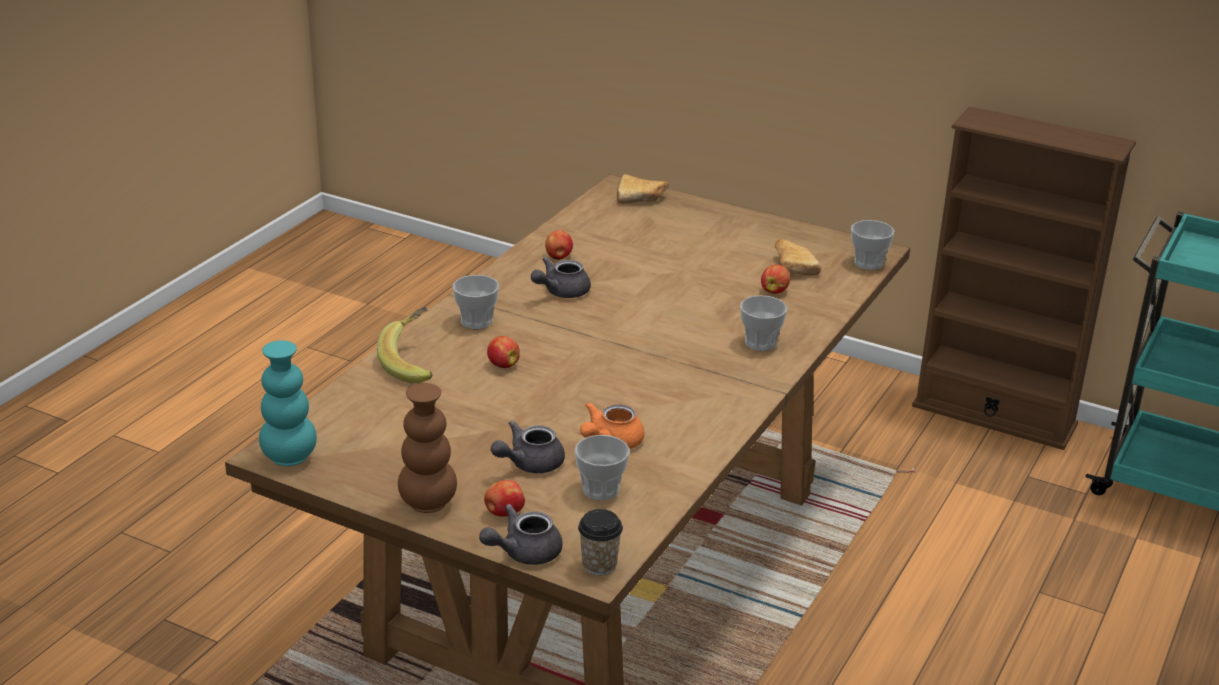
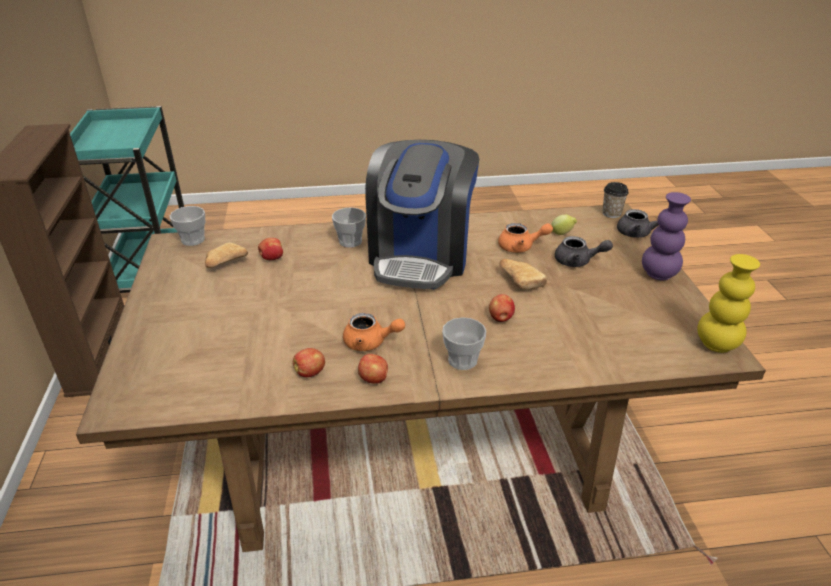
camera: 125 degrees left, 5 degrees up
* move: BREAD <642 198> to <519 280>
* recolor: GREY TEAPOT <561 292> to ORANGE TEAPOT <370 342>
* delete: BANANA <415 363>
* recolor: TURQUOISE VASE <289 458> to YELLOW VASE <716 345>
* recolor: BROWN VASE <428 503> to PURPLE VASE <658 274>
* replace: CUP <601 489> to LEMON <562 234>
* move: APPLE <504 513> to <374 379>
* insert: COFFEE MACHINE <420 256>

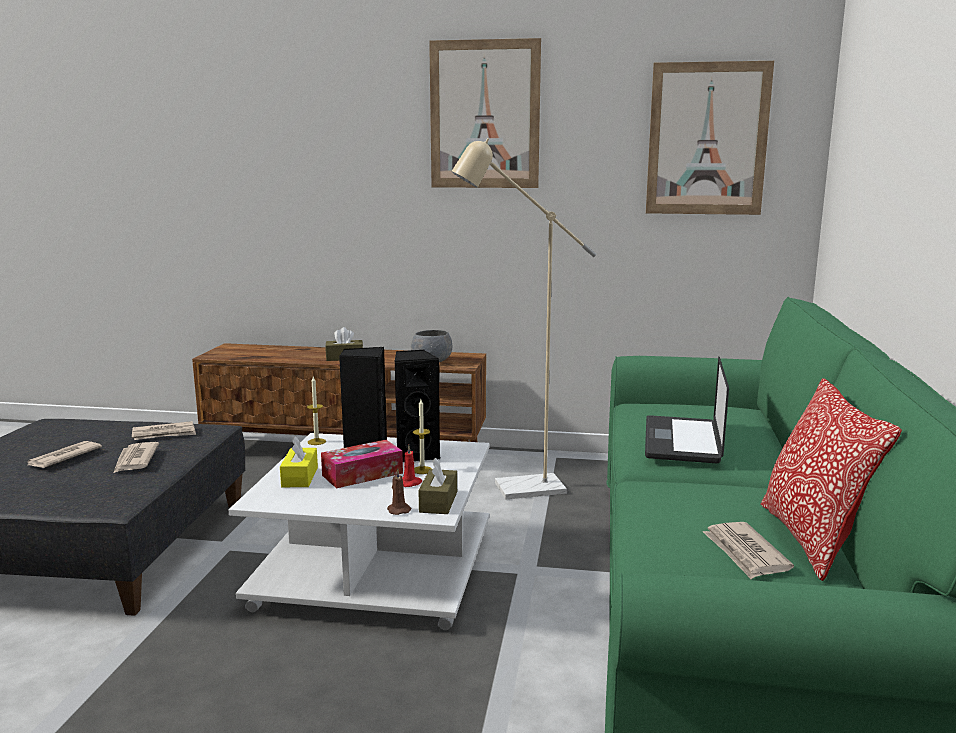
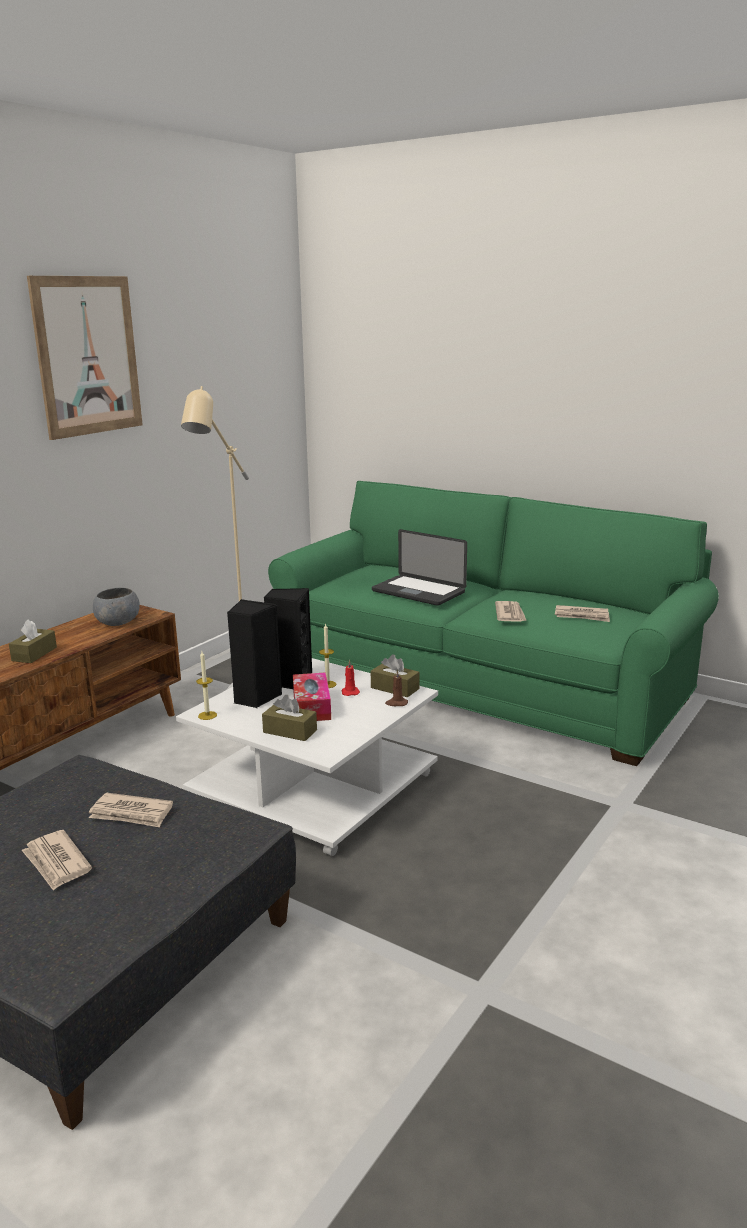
camera: 65 degrees left, 5 degrees up
* delete: PICTURE <707 139>
* delete: PILLOW <812 540>
* move: NEWSPAPER <164 434> to <510 614>
* recolor: YELLOW TISSUE BOX <300 477> to BROWN TISSUE BOX <290 731>

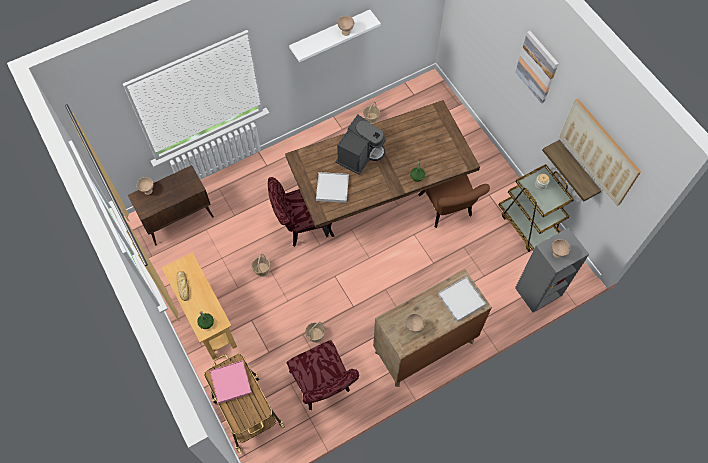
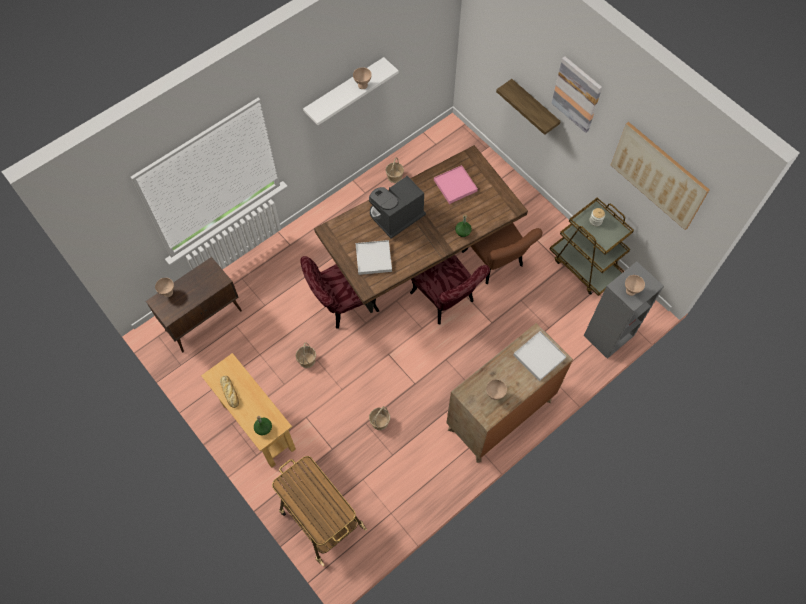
camera: 10 degrees left, 0 degrees up
* rotate: COFFEE MACHINE <360 155> = <396 217> 150 degrees counterclockwise
* move: SHELF <577 170> to <534 107>
* move: RED CHAIR <323 386> to <446 301>
* move: PINK TRAY <231 382> to <455 185>

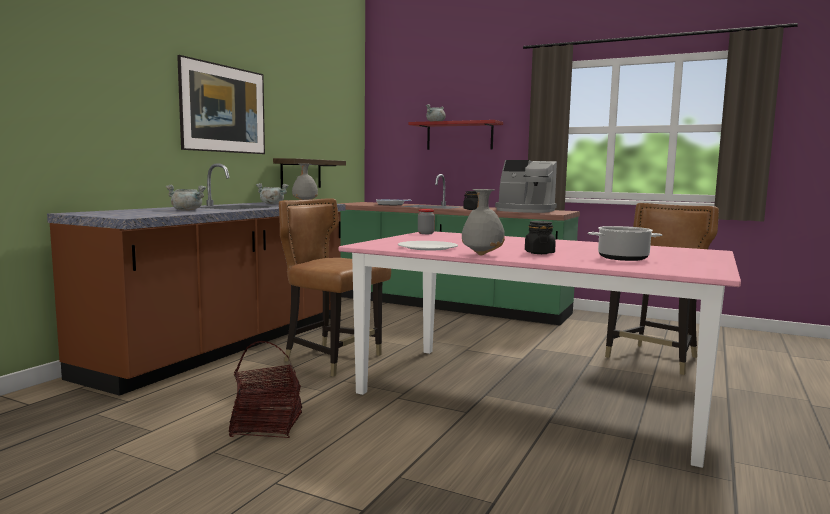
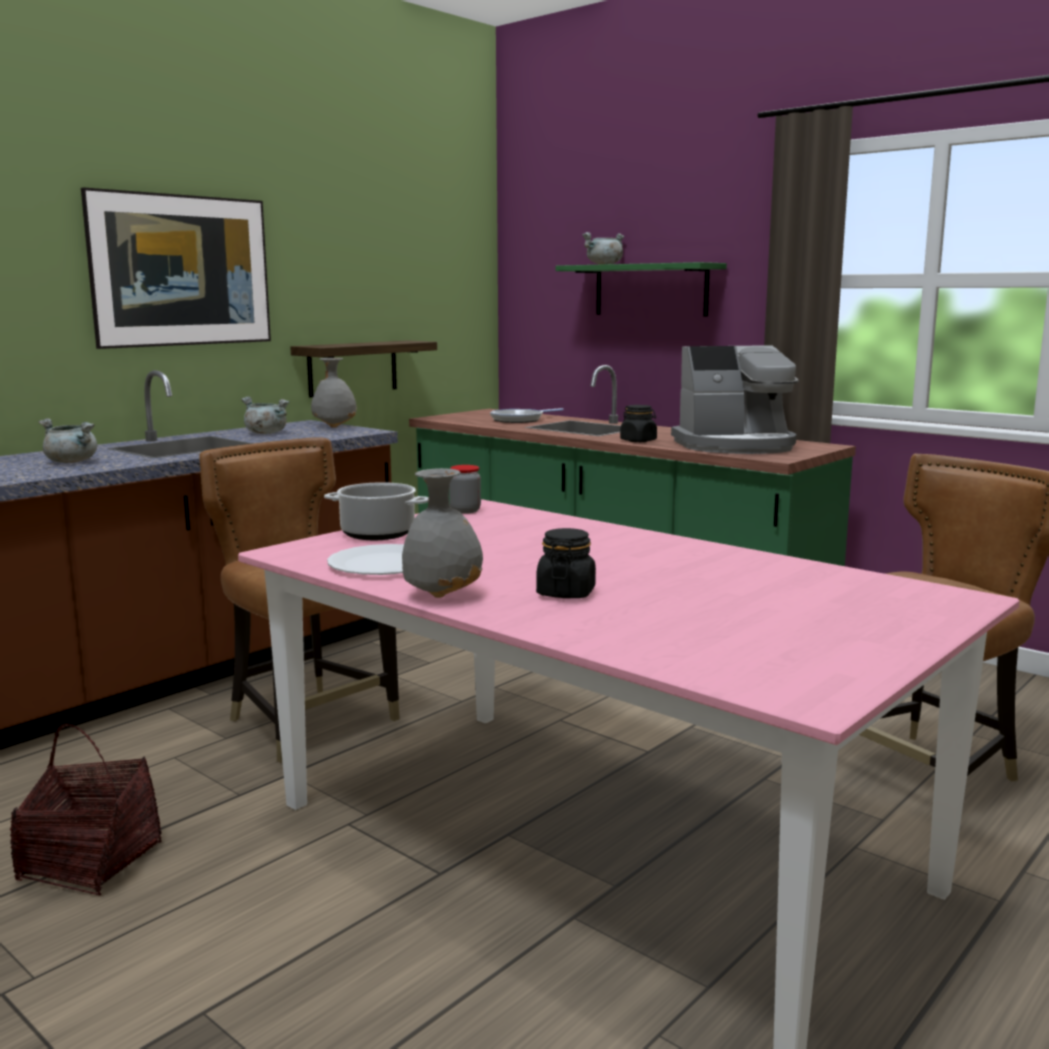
camera: 15 degrees right, 5 degrees up
* recolor: RED SHELF <459 136> to GREEN SHELF <650 290>
* rotate: COFFEE MACHINE <525 211> = <735 446> 45 degrees counterclockwise
* move: COOKING POT <623 258> to <379 534>

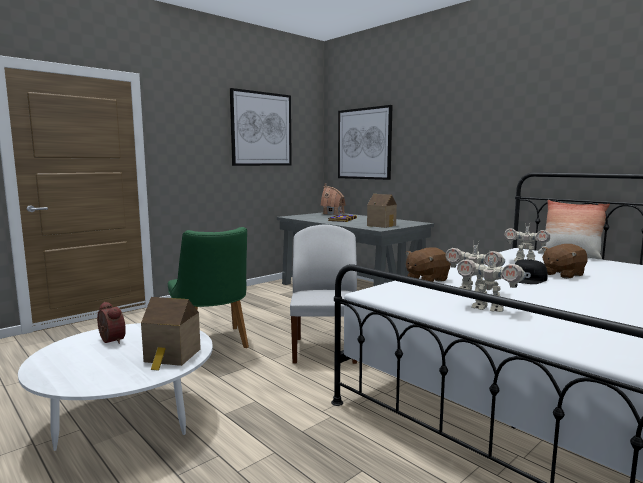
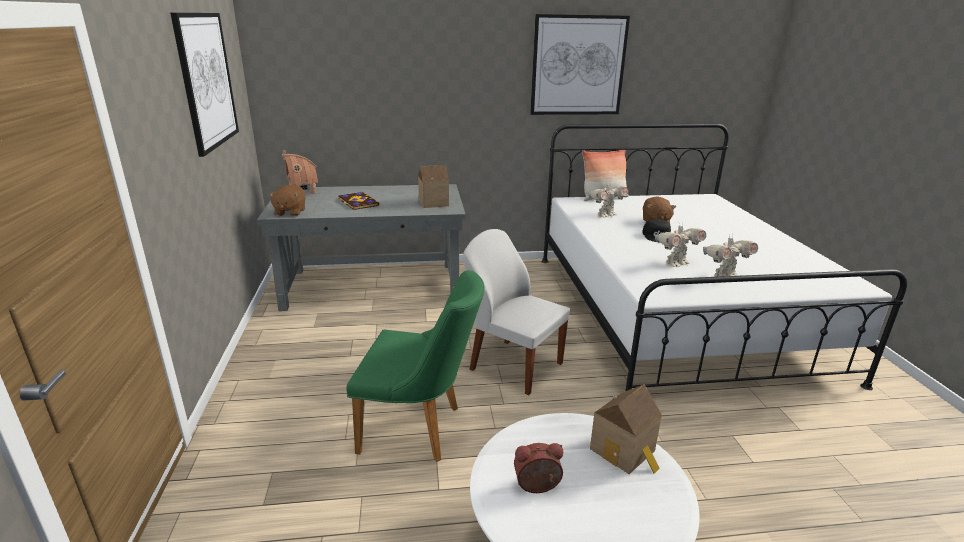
camera: 55 degrees left, 15 degrees up
* move: PICTURE <364 143> to <578 66>
* move: BROWN PLUSH TOY <426 280> to <290 212>

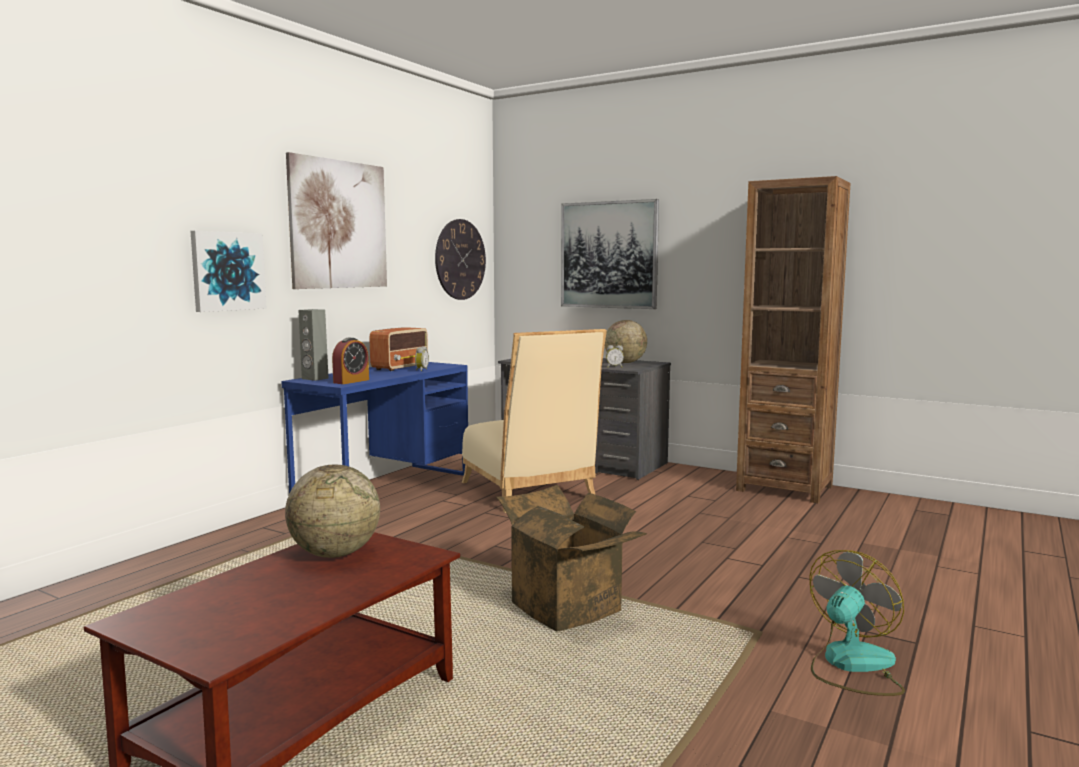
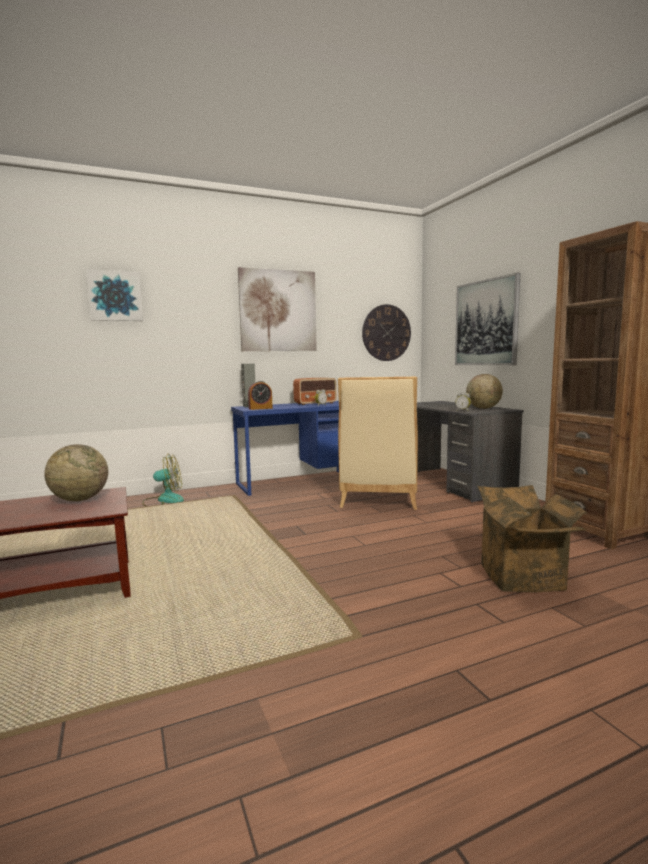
camera: 35 degrees right, 0 degrees up
* move: PICTURE <228 271> to <115 296>
* move: CARDBOARD BOX <571 606> to <526 577>
* move: FAN <851 665> to <164 500>

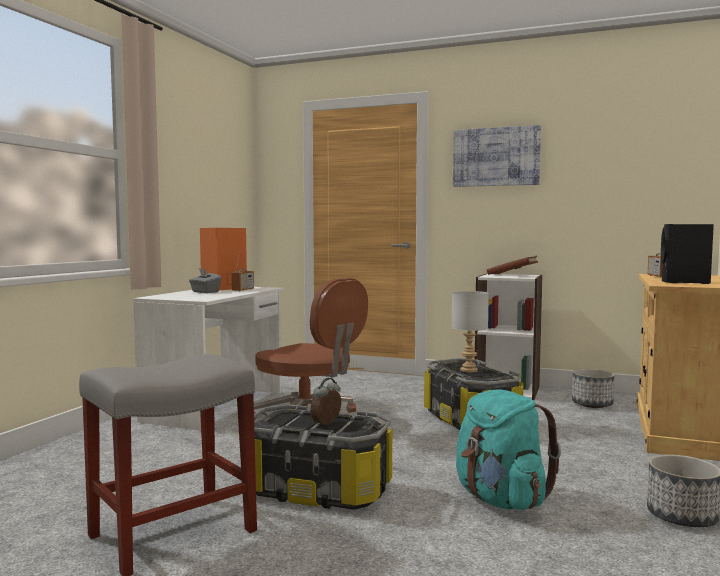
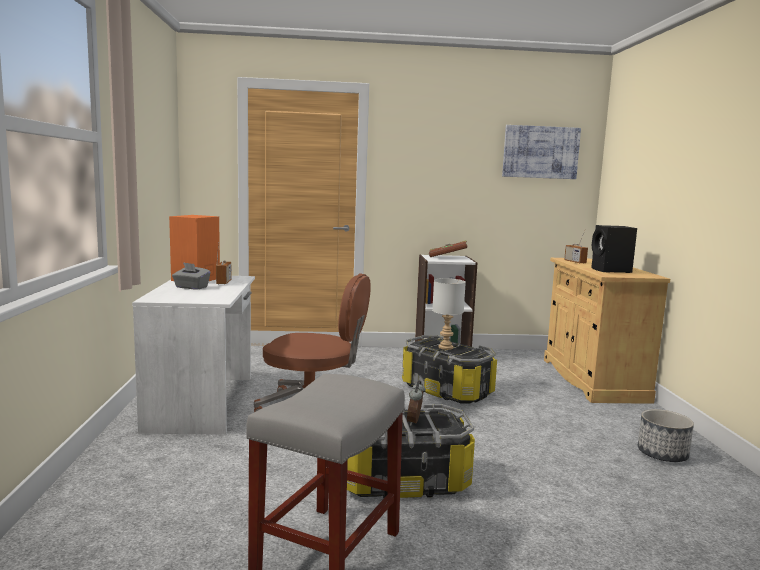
camera: 25 degrees left, 5 degrees up
* move: PICTURE <496 157> to <540 152>
* delete: PLANTER <592 404>
* delete: TURQUOISE BACKPACK <501 500>

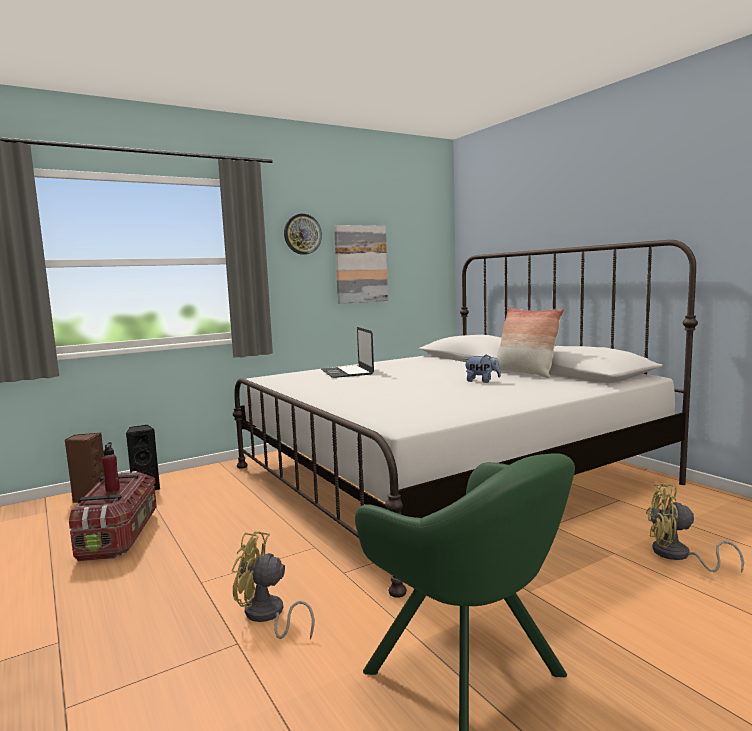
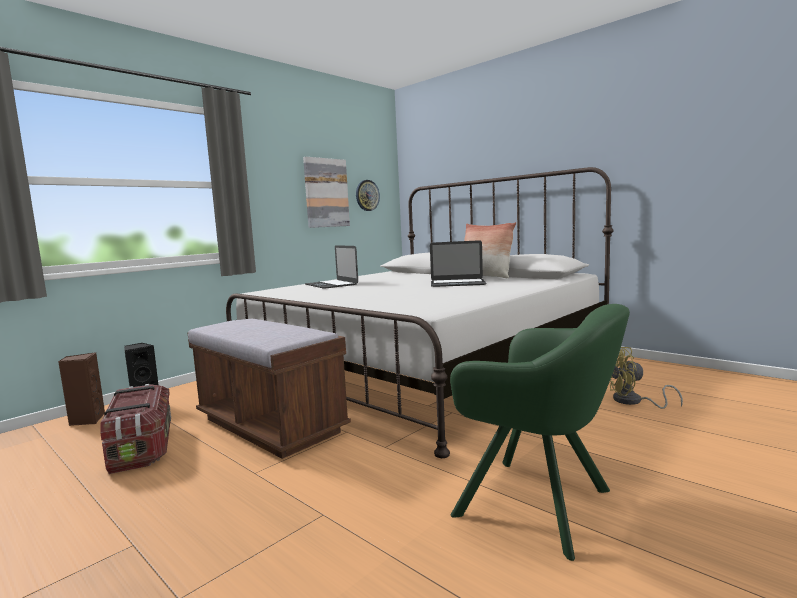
camera: 15 degrees left, 0 degrees up
* move: WALL CLOCK <302 234> to <367 195>
* replace: PLUSH TOY <482 381> to LAPTOP <457 283>
* delete: RED BOTTLE <113 489>
* delete: YELLOW FAN <267 616>
* insert: BROWN BENCH <270 425>

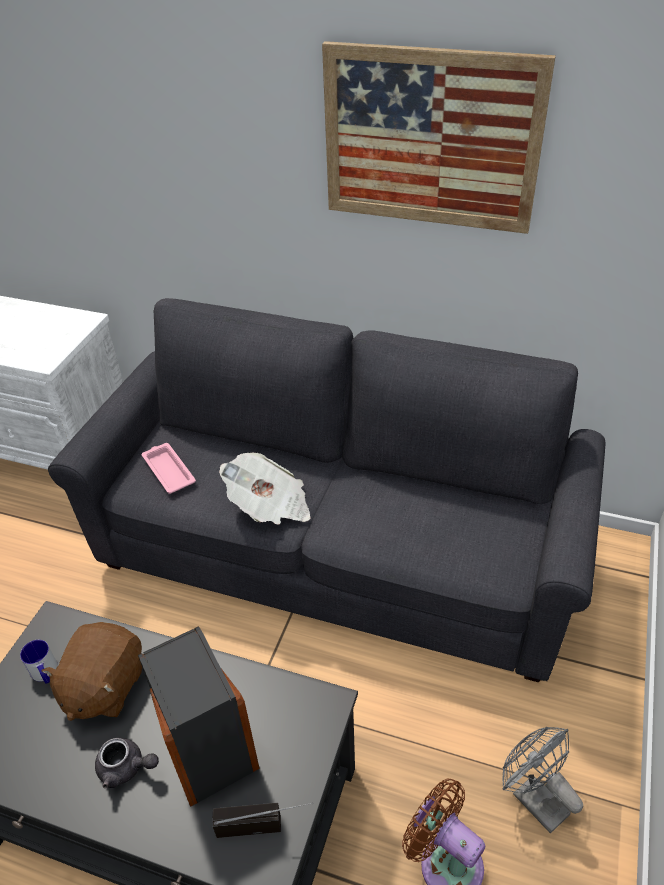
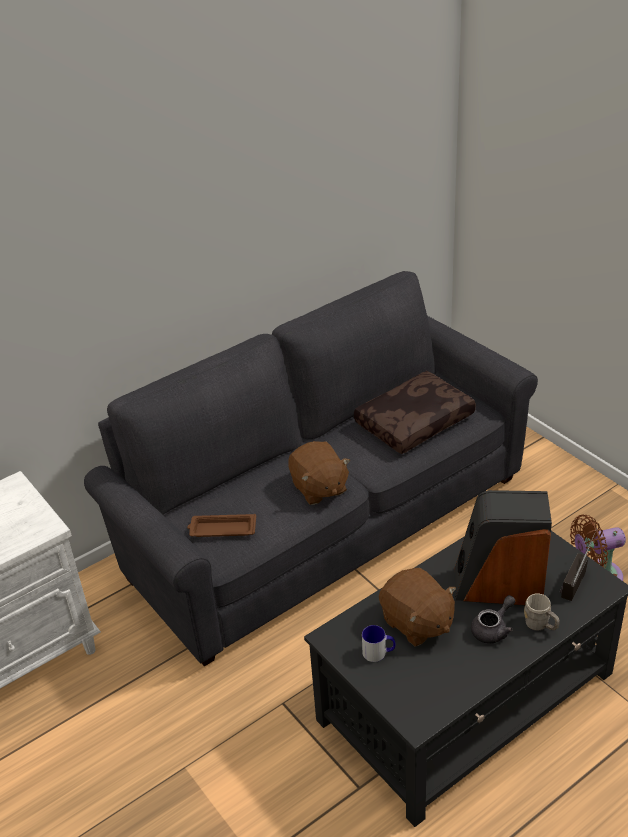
camera: 55 degrees left, 5 degrees down
* delete: PICTURE <430 139>
* recolor: PINK TRAY <168 471> to BROWN TRAY <222 529>
* replace: NEWSPAPER <270 506> to BROWN PLUSH TOY <318 488>
* delete: GREY FAN <533 798>
* insert: BROWN PILLOW <414 421>
* insert: GREY MUG <540 625>

